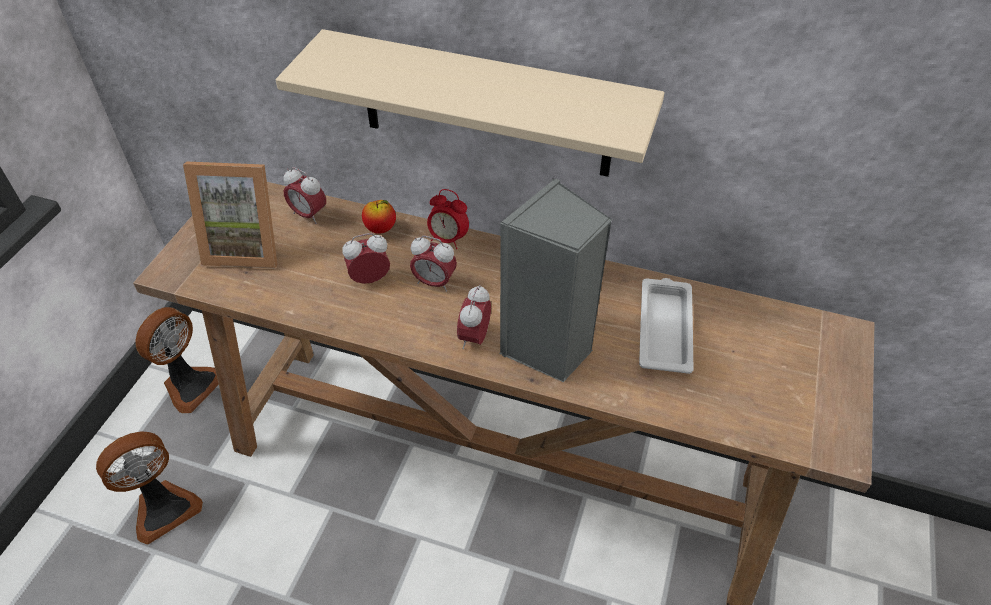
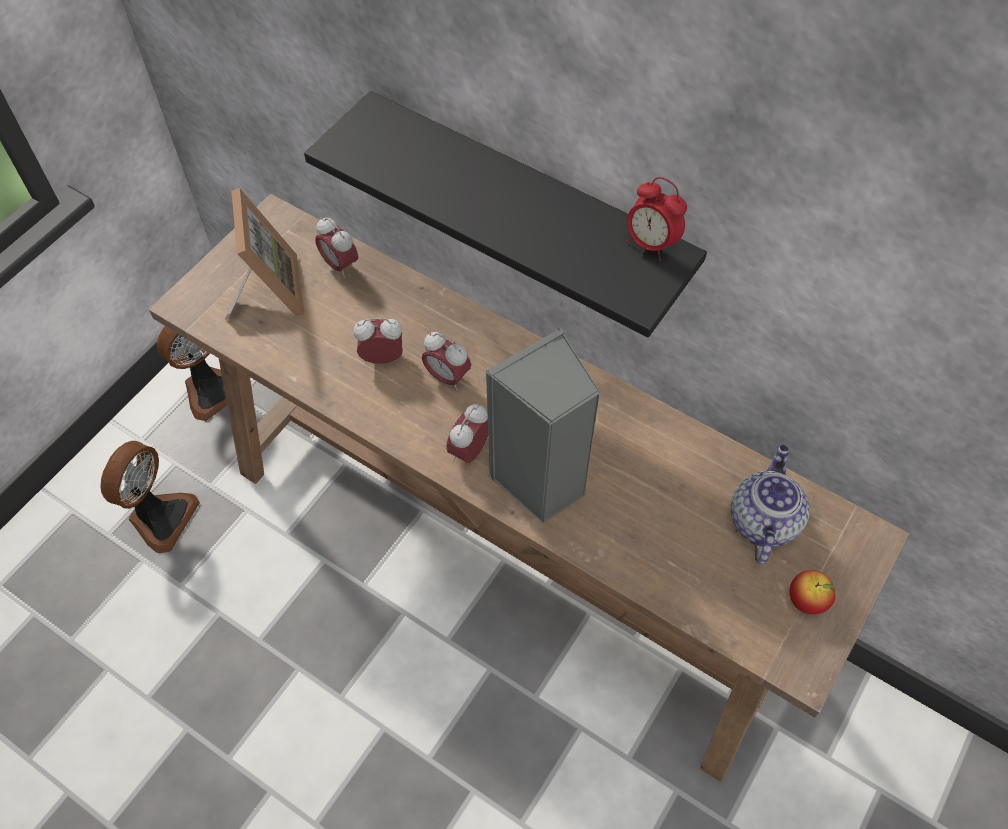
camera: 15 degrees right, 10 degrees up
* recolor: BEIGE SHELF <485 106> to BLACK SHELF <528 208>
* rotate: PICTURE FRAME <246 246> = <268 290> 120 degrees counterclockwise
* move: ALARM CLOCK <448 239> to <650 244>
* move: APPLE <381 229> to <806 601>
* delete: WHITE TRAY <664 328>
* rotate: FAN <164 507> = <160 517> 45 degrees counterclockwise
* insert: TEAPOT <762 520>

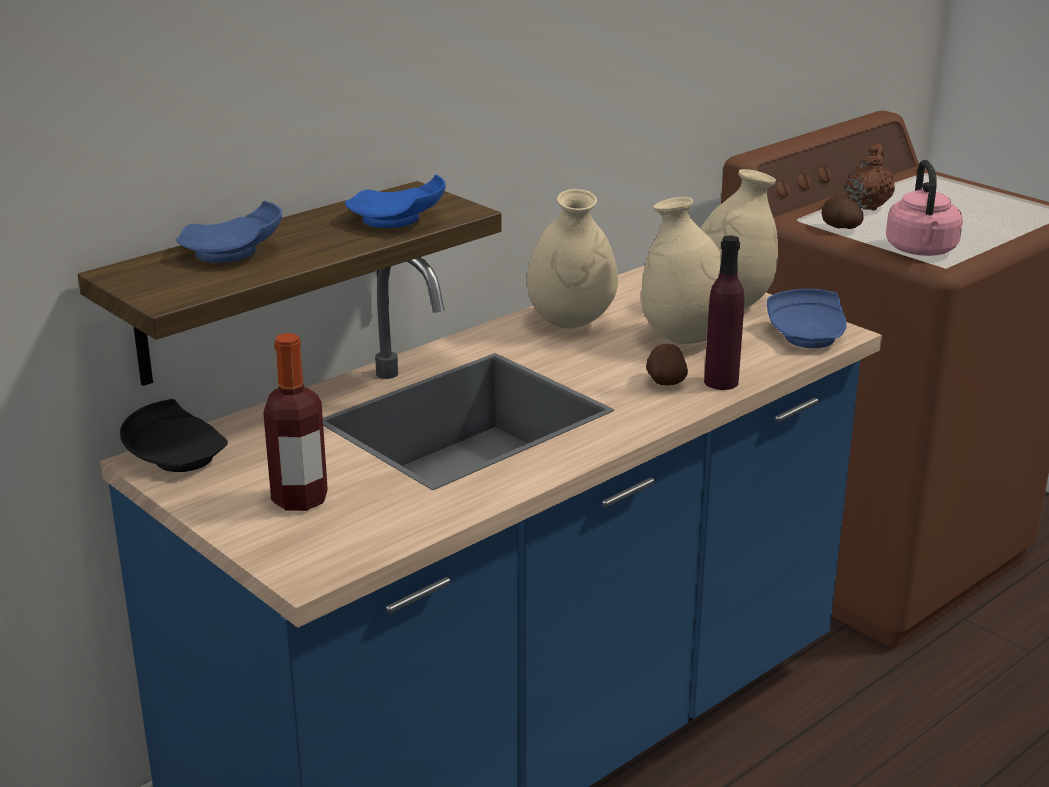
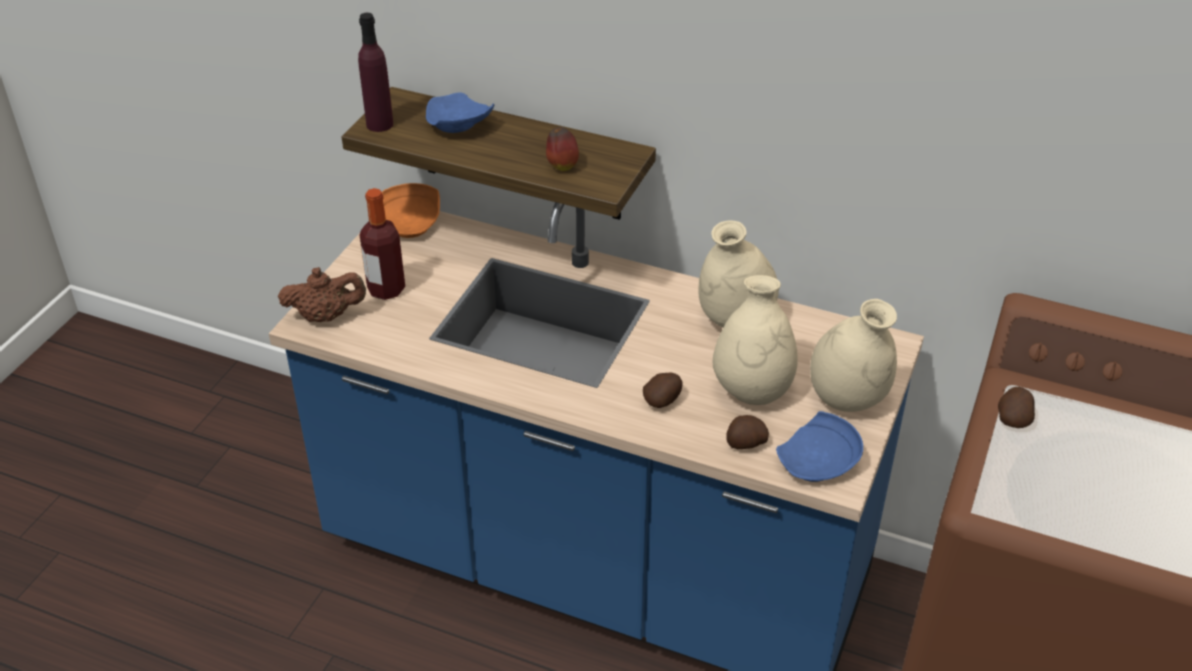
camera: 65 degrees right, 15 degrees up
* move: BROWN TEAPOT <868 205> to <326 316>
* delete: PINK KETTLE <921 251>
* replace: BLUE PLATE <398 221> to APPLE <562 166>
* move: PURPLE BOTTLE <721 382> to <379 124>
* recolor: BLACK PLATE <177 456> to ORANGE PLATE <411 223>
* insert: POTATO <745 443>

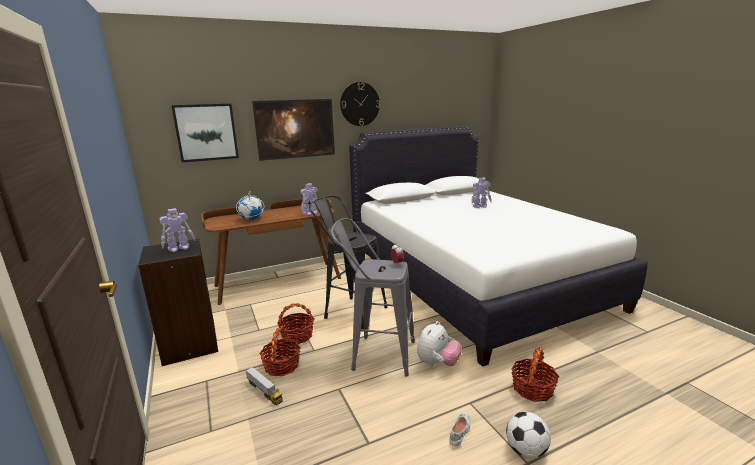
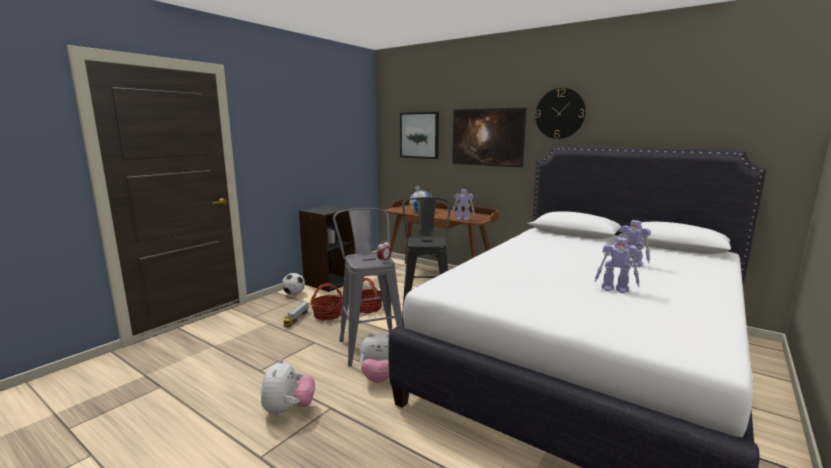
camera: 60 degrees right, 5 degrees down
* move: TOY ROBOT <179 248> to <615 289>
* delete: BASKET <532 389>
* replace: WHITE SHOE <460 431> to PLUSH TOY <288 410>
* move: FOOTBALL <526 450> to <294 294>

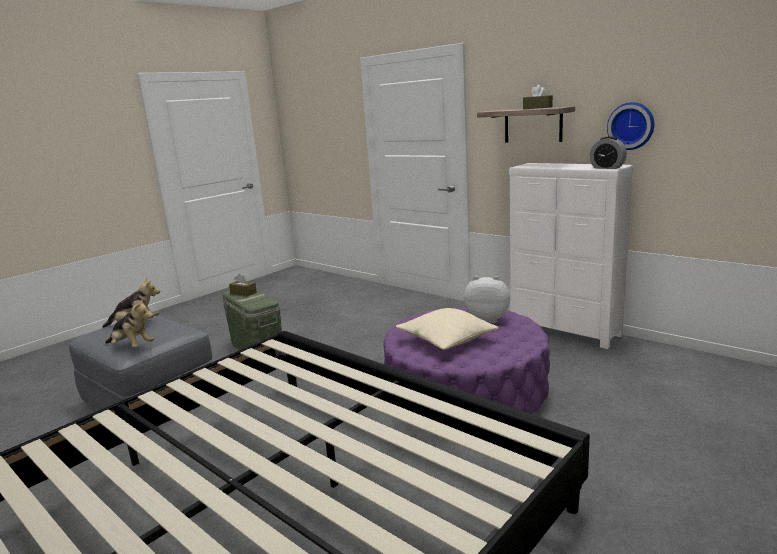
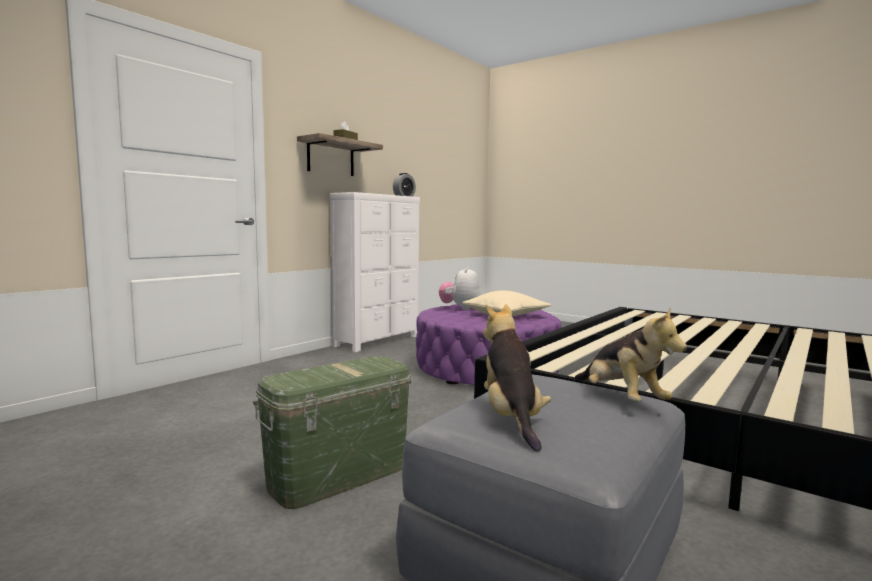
camera: 95 degrees left, 10 degrees down
* delete: WALL CLOCK <631 126>
* delete: BROWN TISSUE BOX <243 293>
* rotate: PLUSH TOY <132 347> = <621 399> 135 degrees clockwise

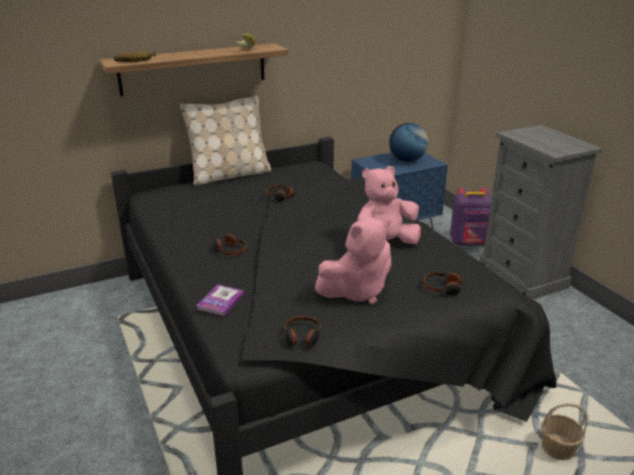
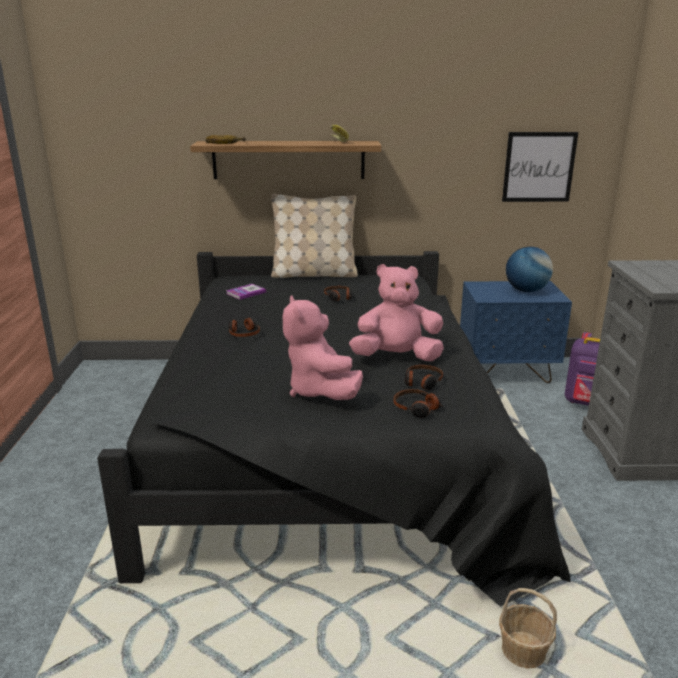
camera: 25 degrees right, 5 degrees down
* rotate: PINK PLUSH TOY <357 291> = <320 391> 75 degrees clockwise
* move: BOOK <220 301> to <246 293>
* move: HEADPHONES <302 337> to <422 382>
* insert: PICTURE <539 167>

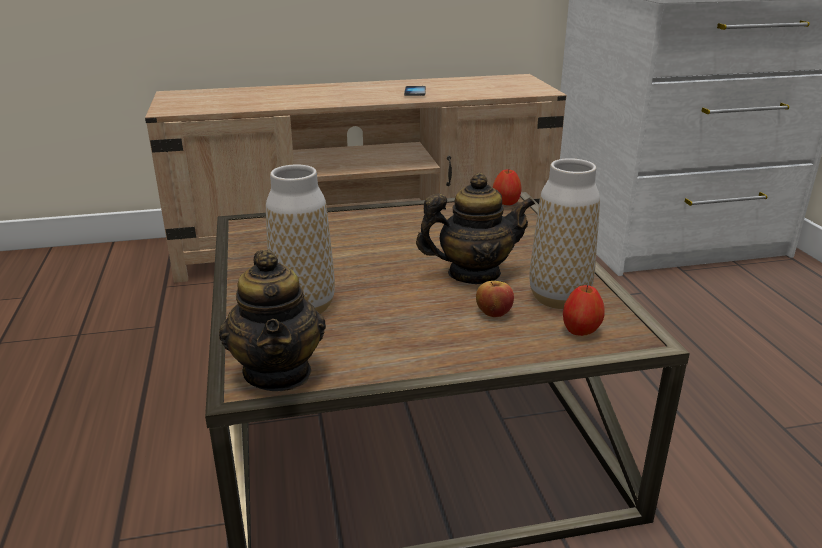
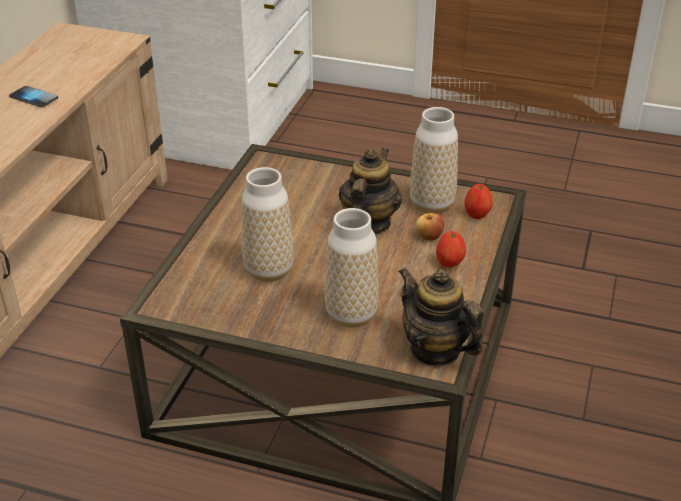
camera: 60 degrees left, 10 degrees up
* move: APPLE <506 203> to <449 263>
* rotate: TEAPOT <278 372> = <435 350> 150 degrees counterclockwise
* insert: VASE <268 271>

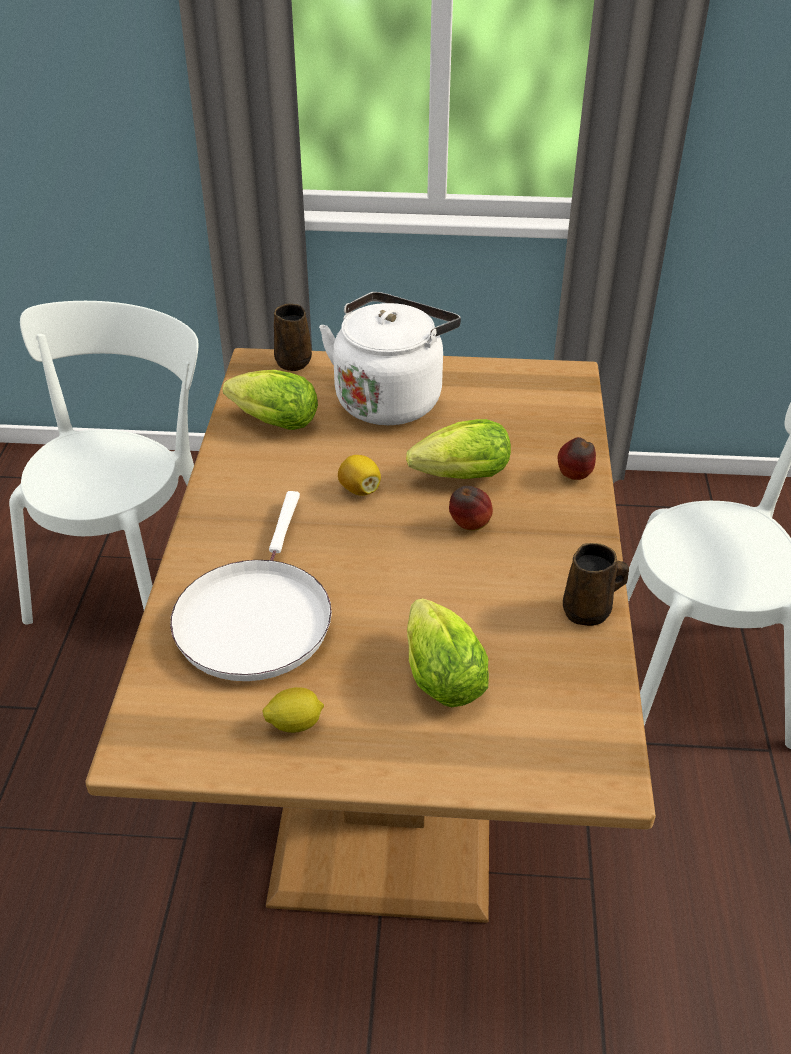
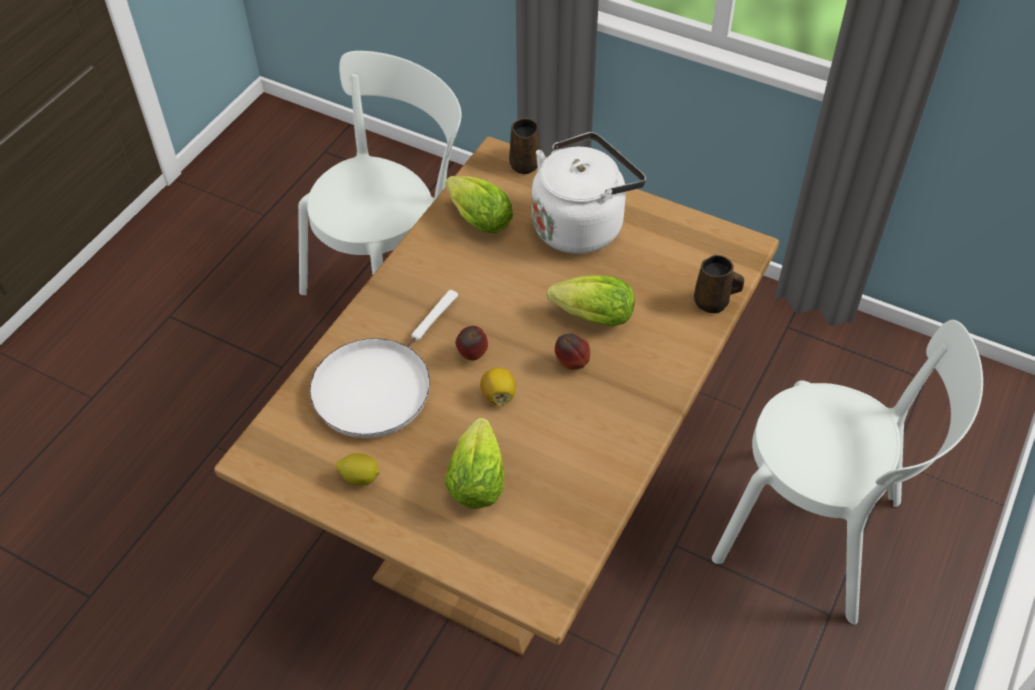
camera: 25 degrees right, 10 degrees up
* move: APPLE <574 477> to <472 355>
* move: LEMON <360 489> to <498 395>
* move: BROWN MUG <589 611> to <713 302>

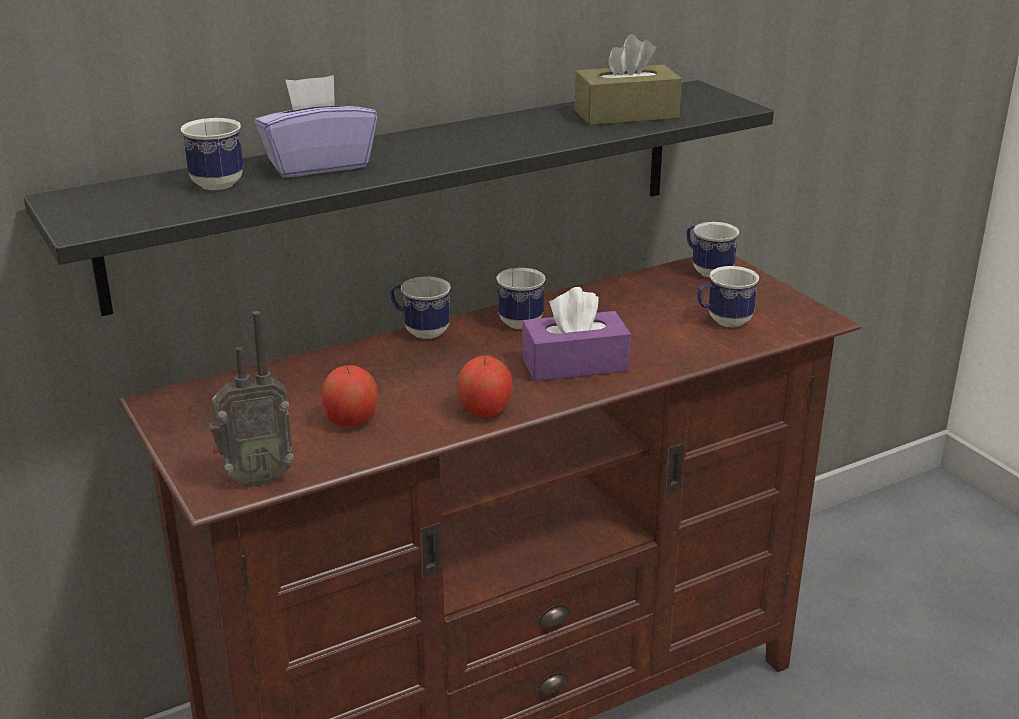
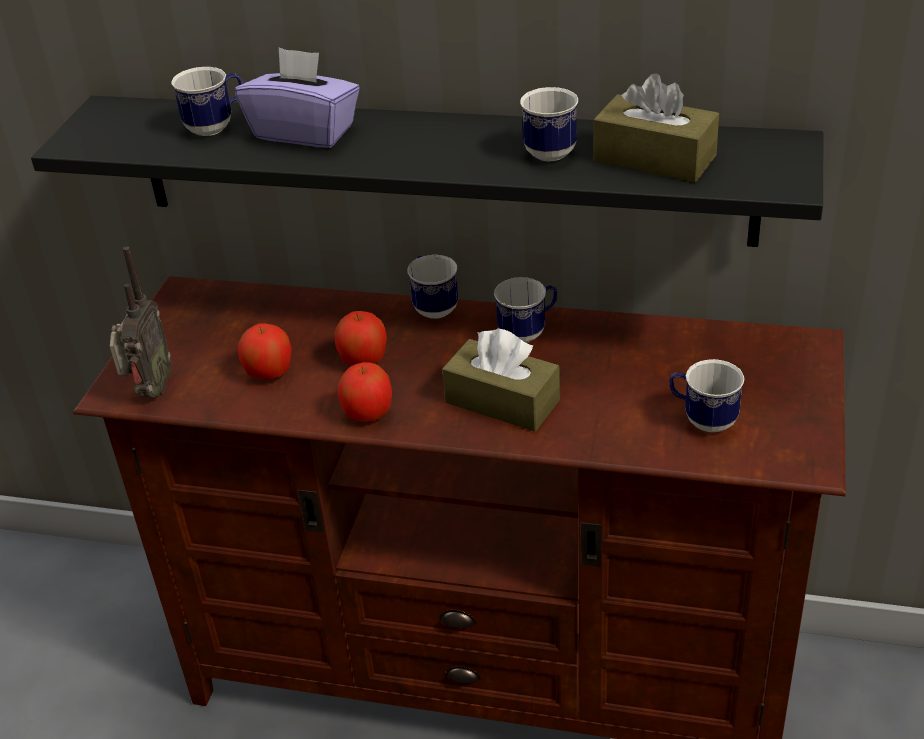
camera: 45 degrees right, 10 degrees up
* move: MUG <707 271> to <549 149>
* recolor: PURPLE TISSUE BOX <575 364> to BROWN TISSUE BOX <502 401>
* rotate: RADIO <255 478> = <150 392> 105 degrees counterclockwise
* insert: APPLE <363 360>

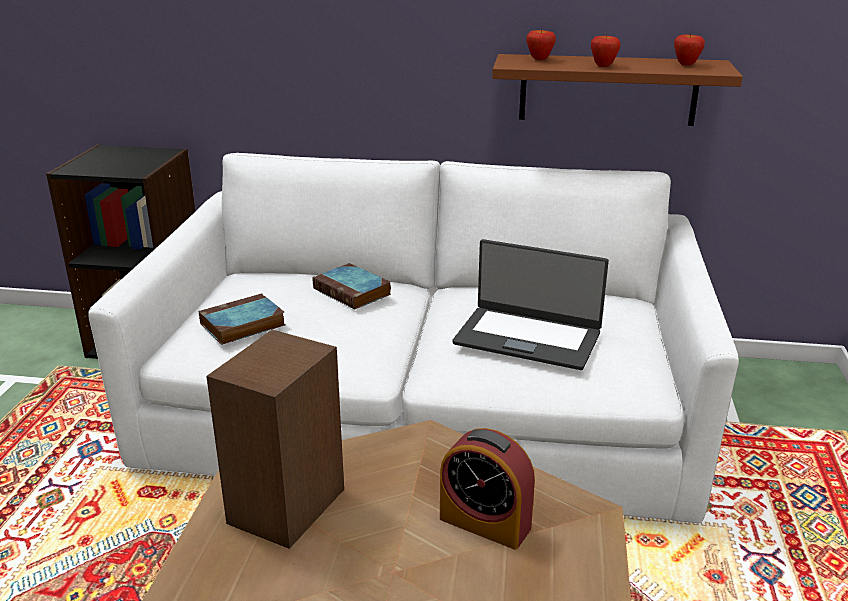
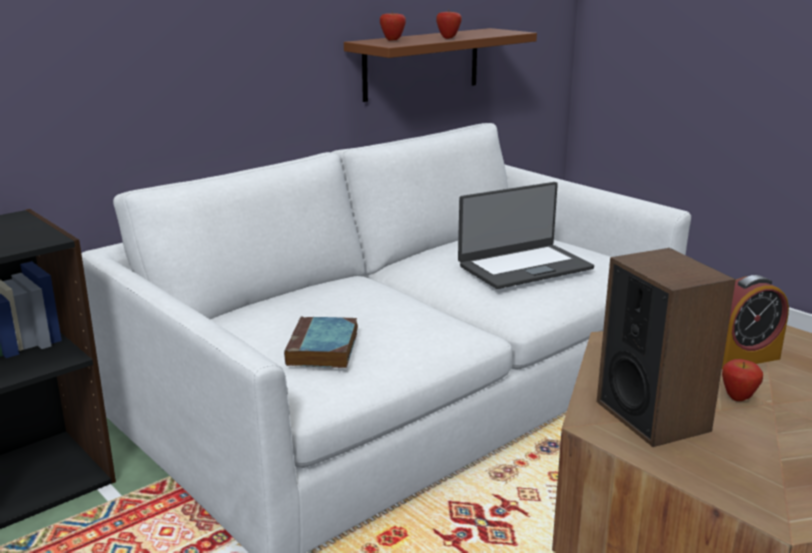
camera: 50 degrees left, 5 degrees down
* move: APPLE <686 65> to <738 398>
* delete: BOOK <353 292>

